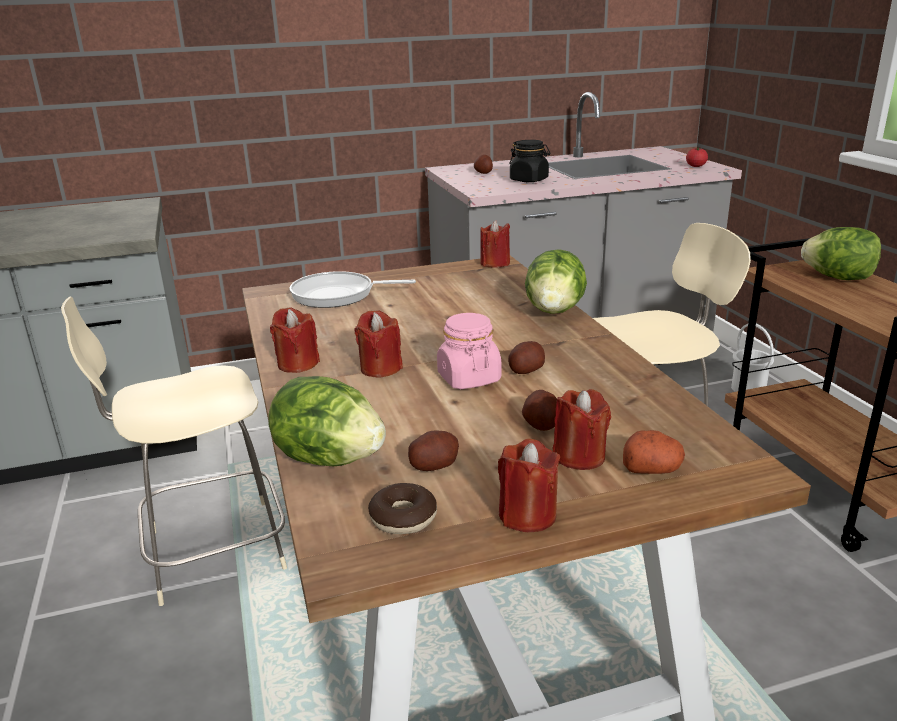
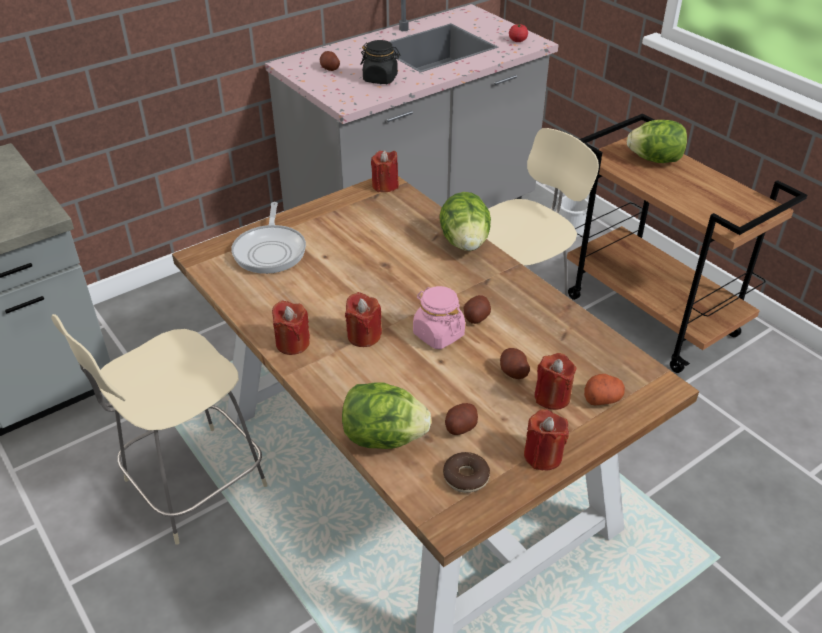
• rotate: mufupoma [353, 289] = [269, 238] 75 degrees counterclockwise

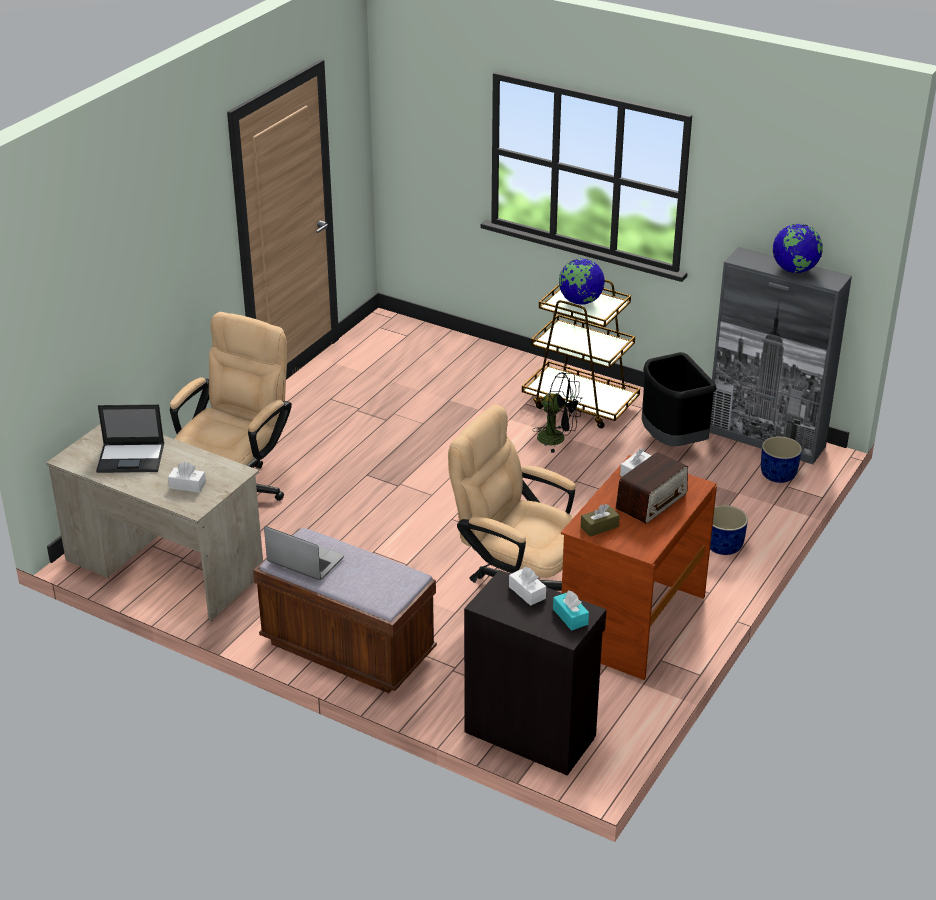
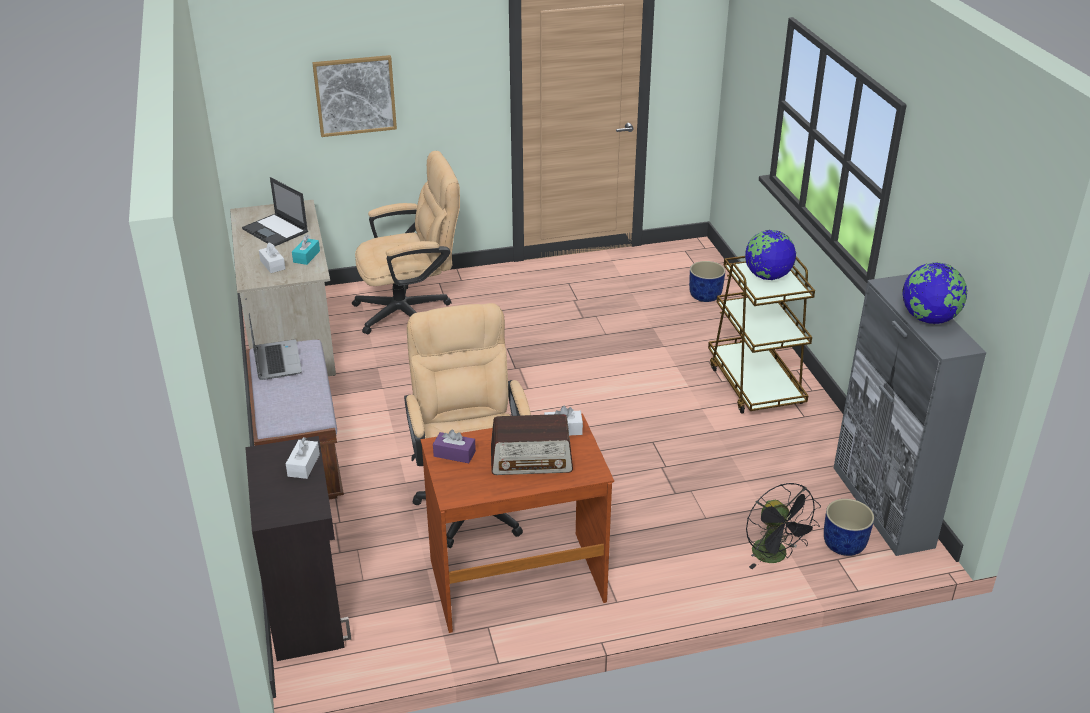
• delete: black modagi [679, 399]
• move: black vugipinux [557, 412] to [783, 526]
• recolor: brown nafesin [600, 520] to purple nafesin [454, 446]
• move: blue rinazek [729, 530] to [707, 281]
• move: turquoise nafesin [571, 610] to [306, 250]
• insert: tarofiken [354, 96]

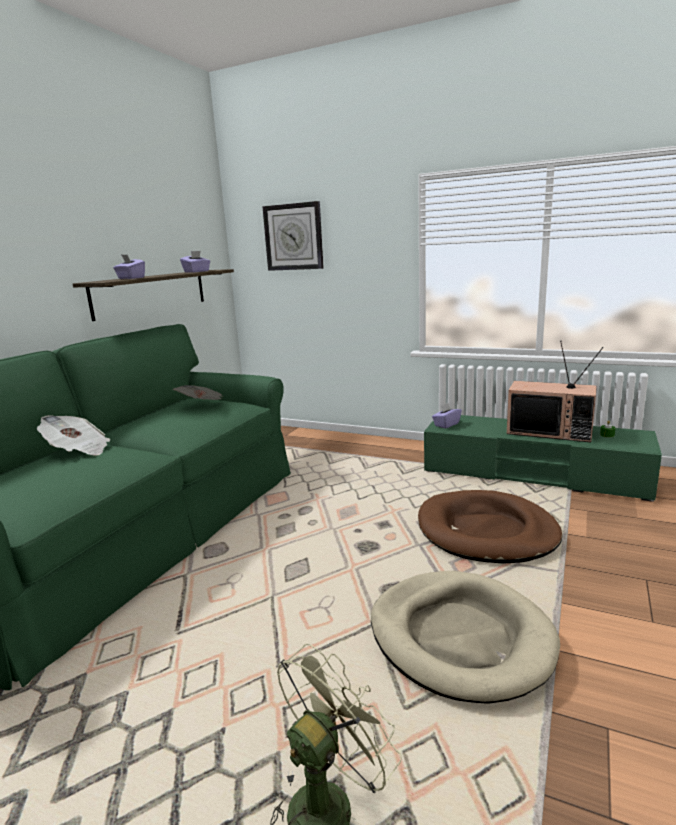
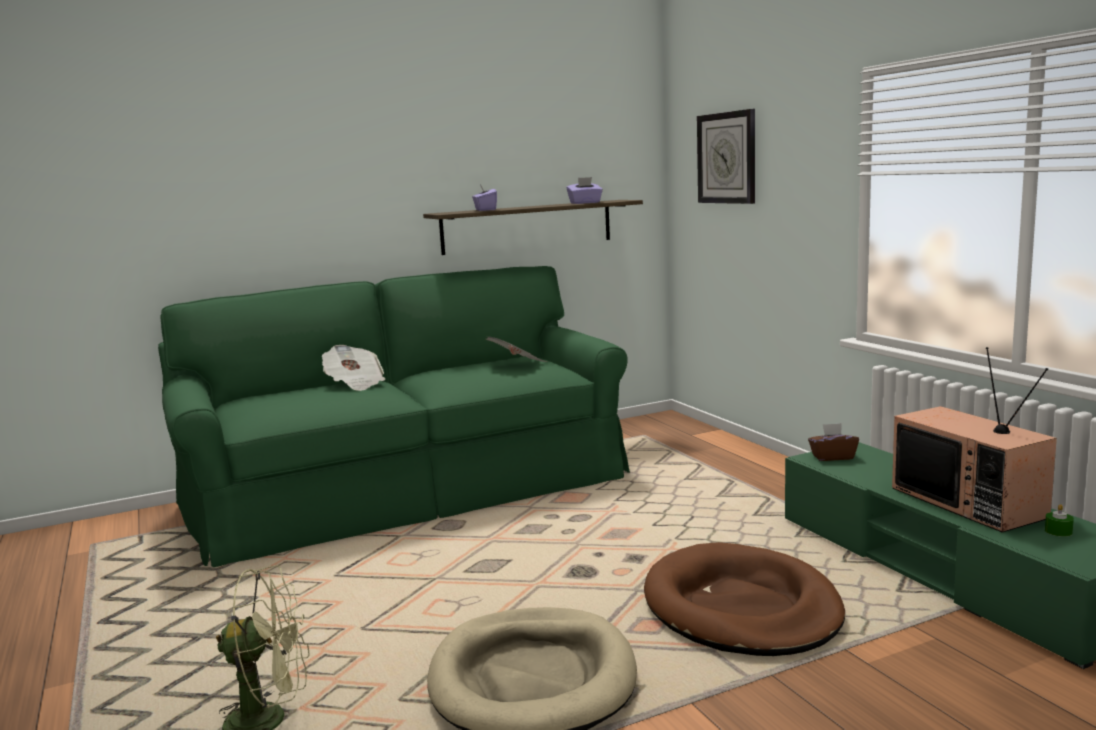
• recolor: purple nafesin [447, 416] to brown nafesin [833, 442]

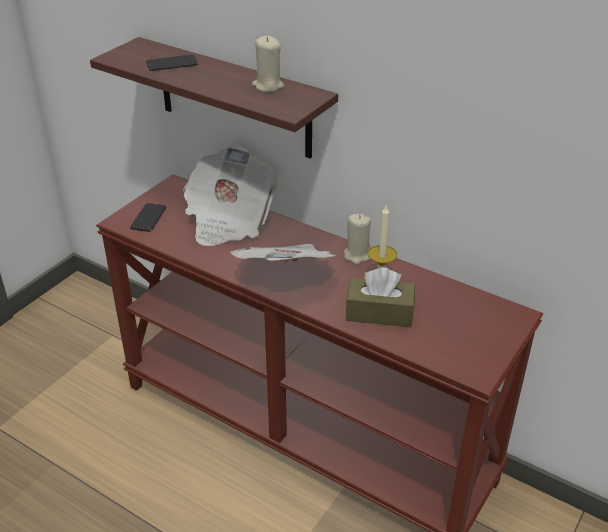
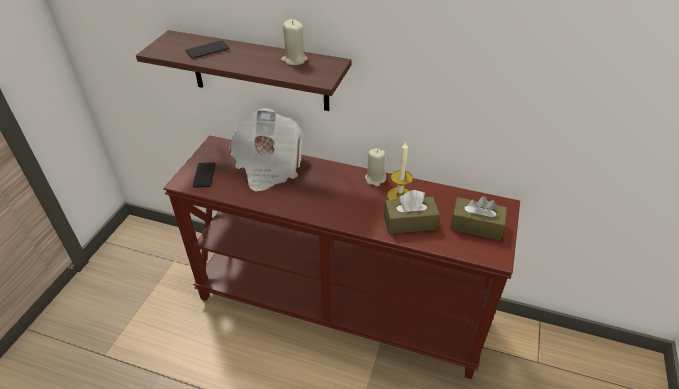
• delete: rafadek [284, 253]
• insert: brown nafesin [478, 218]

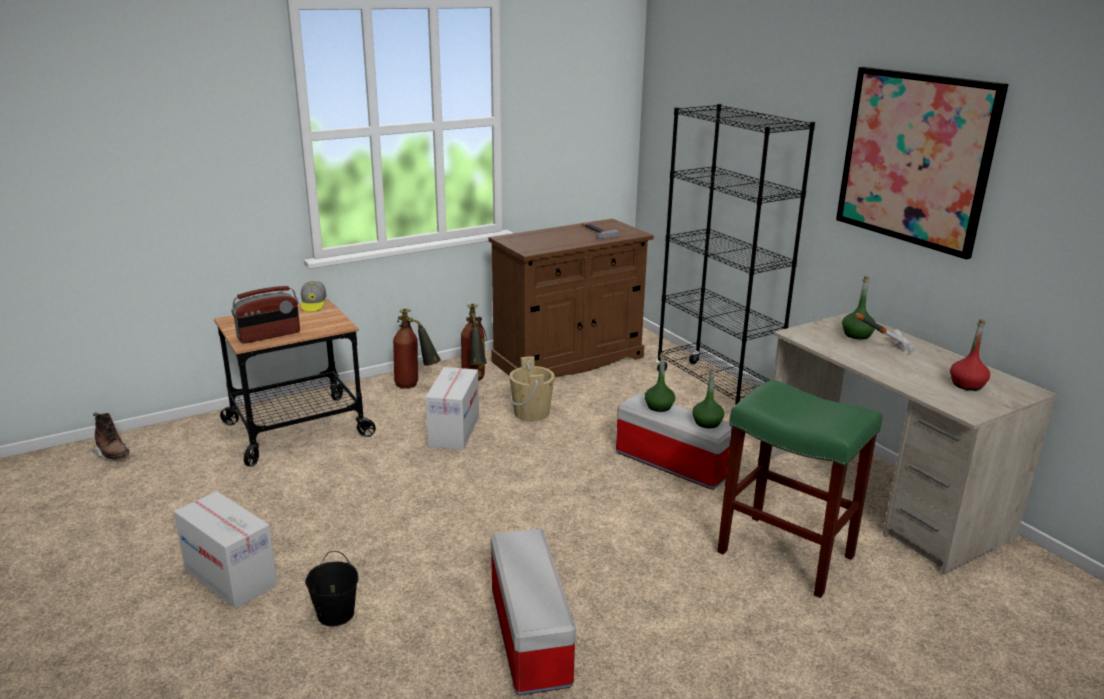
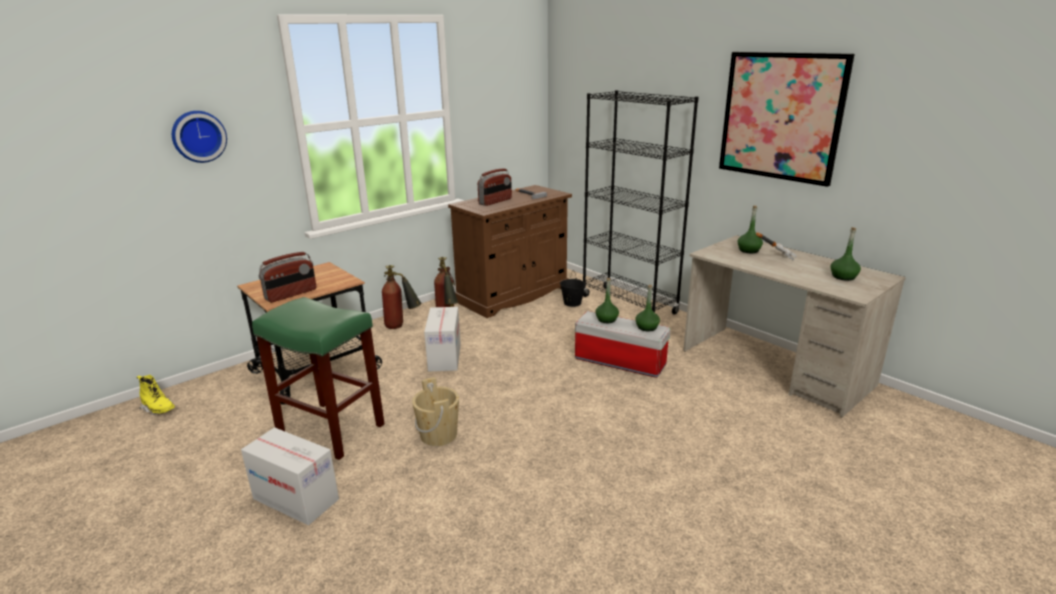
• delete: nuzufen [313, 296]
• recolor: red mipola [970, 355] to green mipola [846, 254]
• move: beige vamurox [532, 388] to [435, 411]
• move: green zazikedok [799, 488] to [318, 378]
• recolor: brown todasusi [110, 436] to yellow todasusi [155, 395]
• delete: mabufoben [533, 611]
• move: black vamurox [332, 588] to [573, 288]
• insert: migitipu [199, 137]
• insert: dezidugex [495, 187]

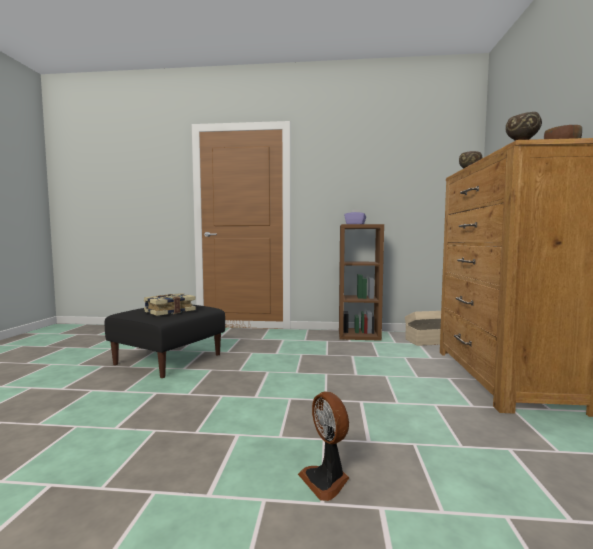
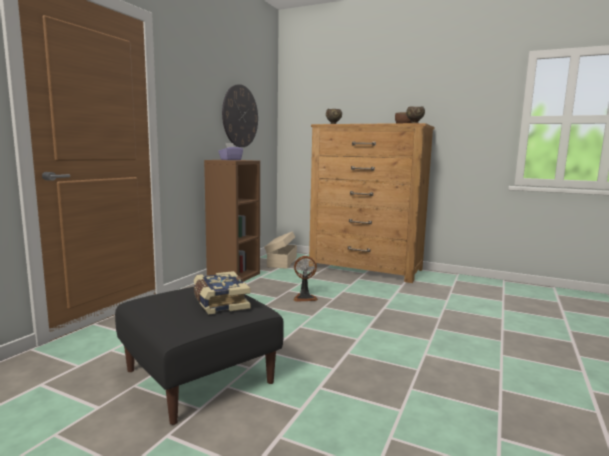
• move: vugipinux [323, 446] to [306, 279]
• insert: migitipu [240, 115]

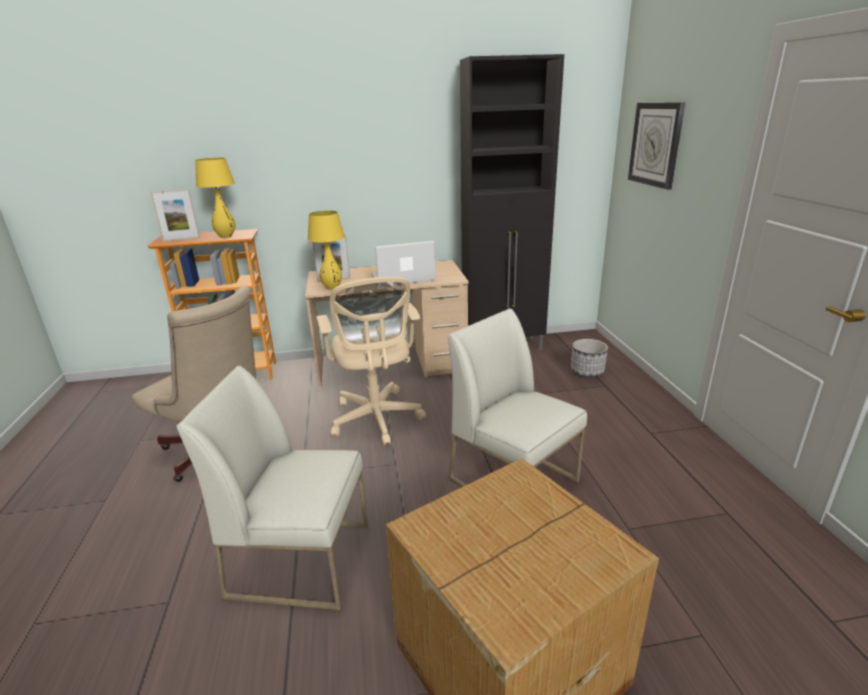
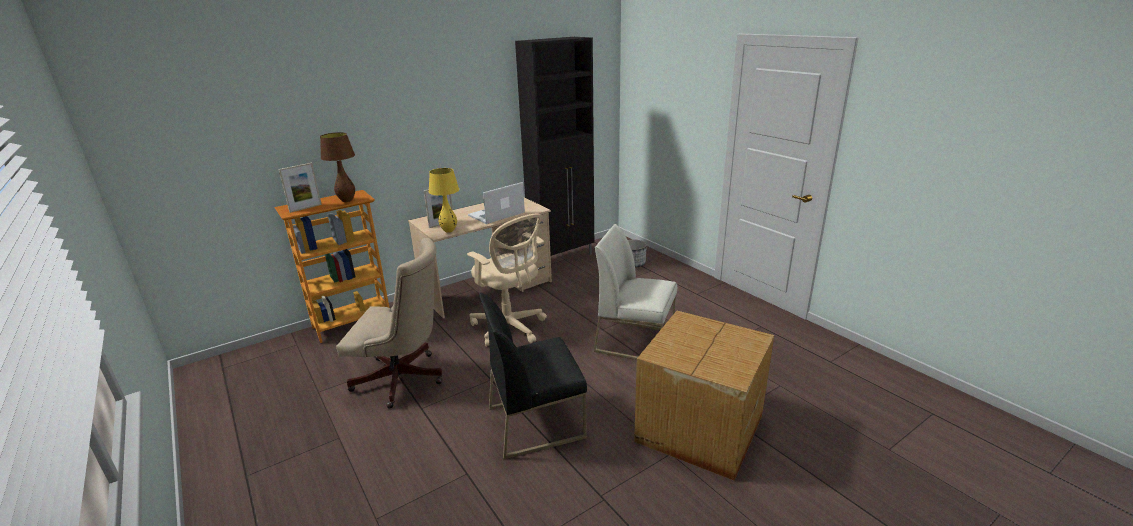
• delete: migitipu [656, 146]
• recolor: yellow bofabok [215, 197] to brown bofabok [337, 167]
• recolor: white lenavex [272, 488] to black lenavex [533, 376]

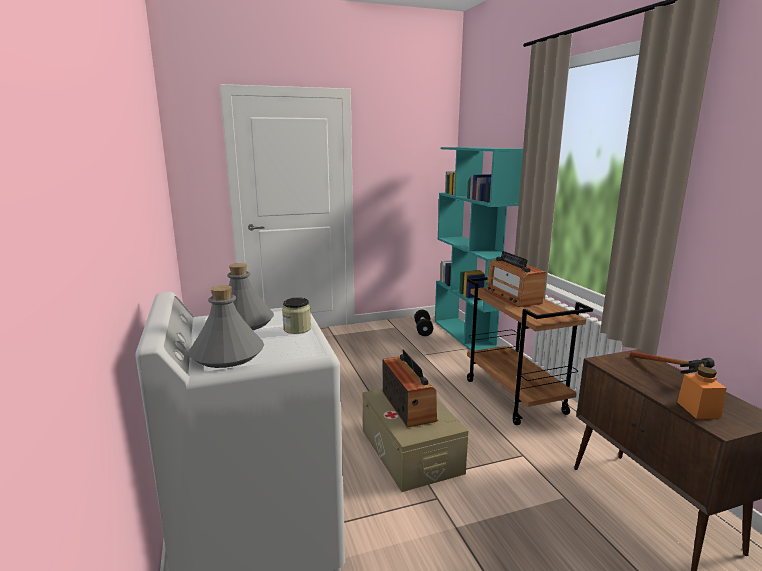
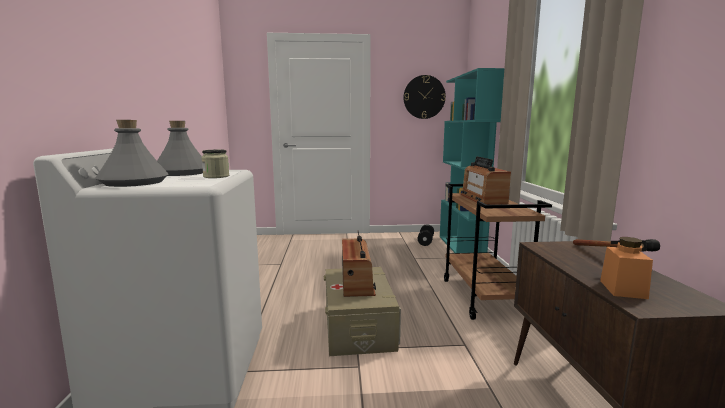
• insert: migitipu [424, 97]

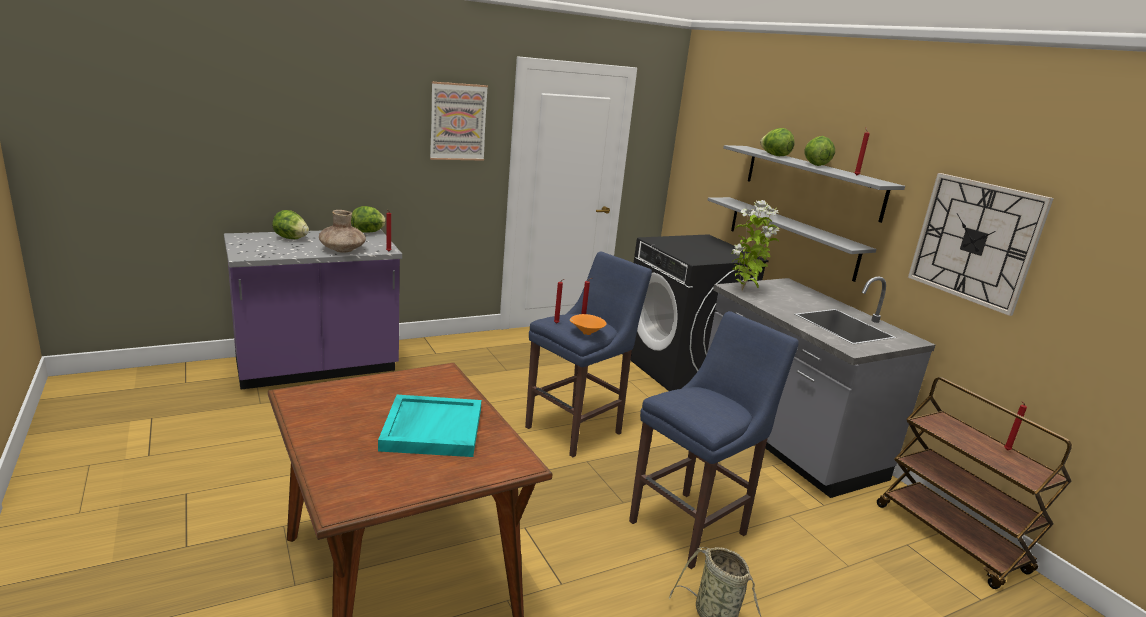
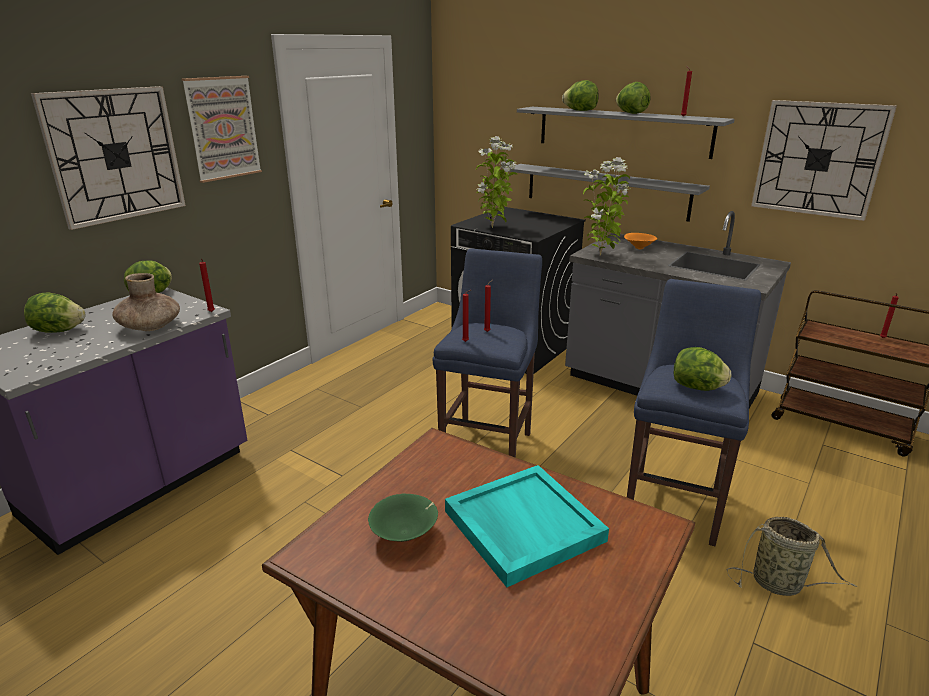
• move: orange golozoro [588, 324] to [640, 241]
• insert: migitipu [108, 158]
• insert: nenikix [497, 182]
• insert: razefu [702, 369]
• insert: green golozoro [403, 518]

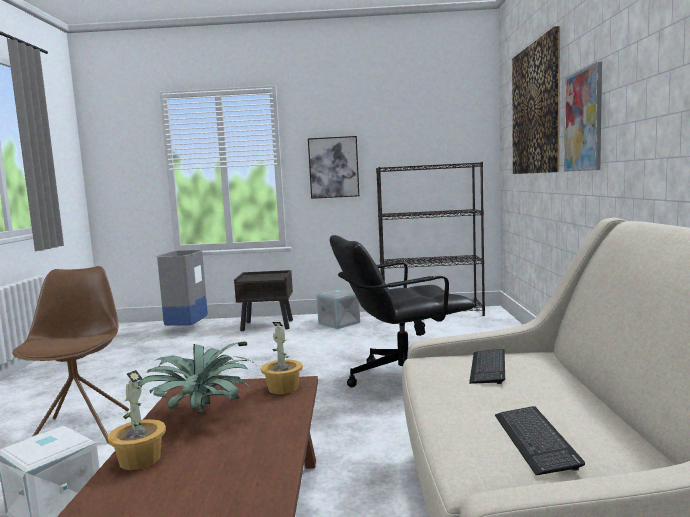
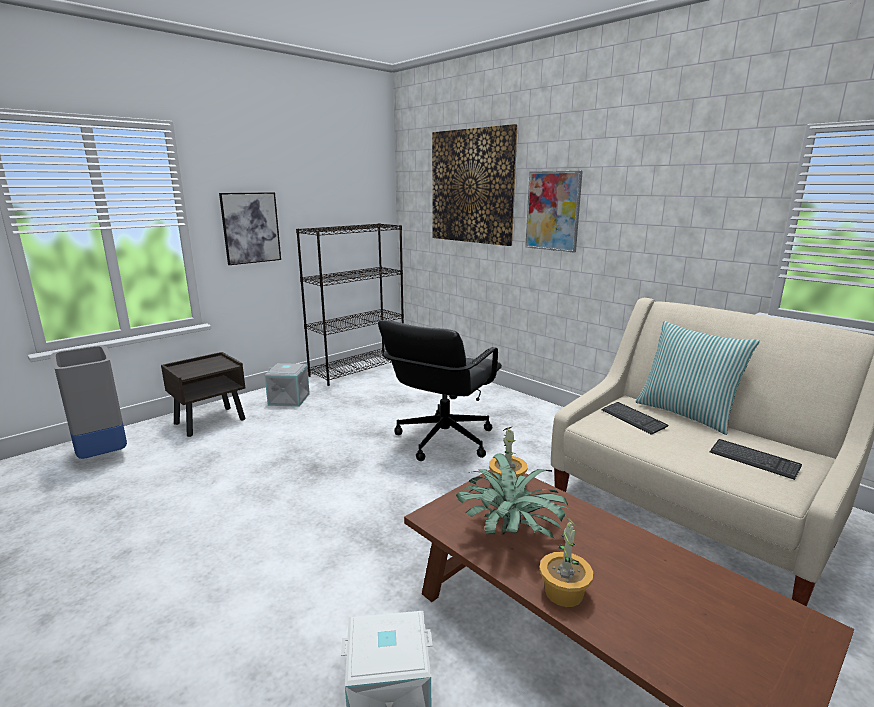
• delete: brown lenavex [70, 354]
• insert: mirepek [697, 378]

